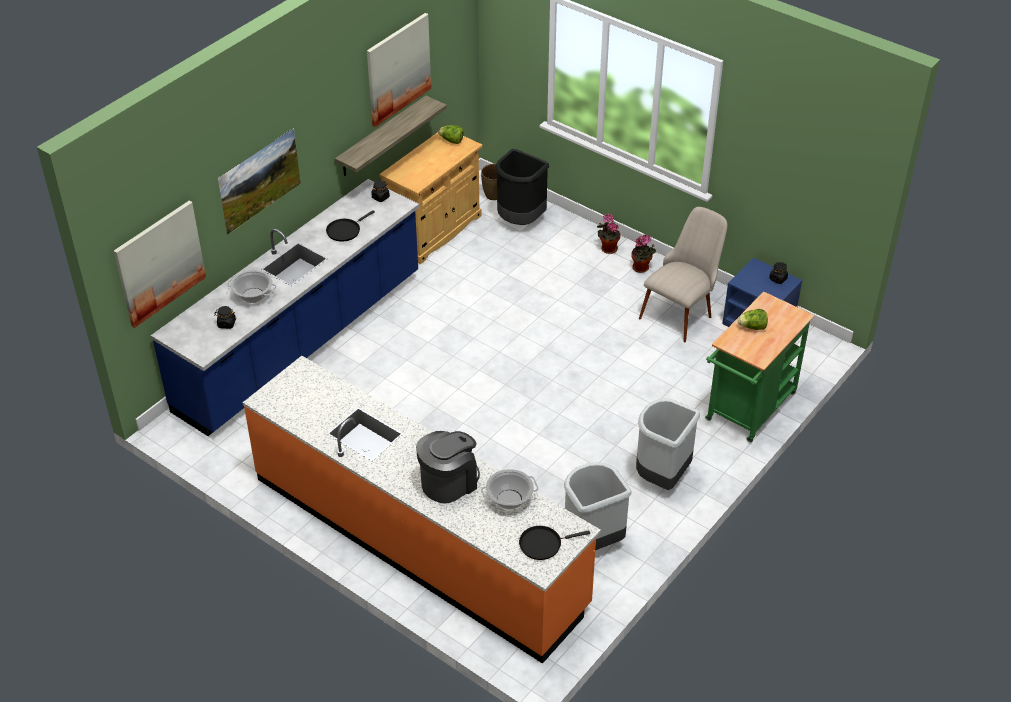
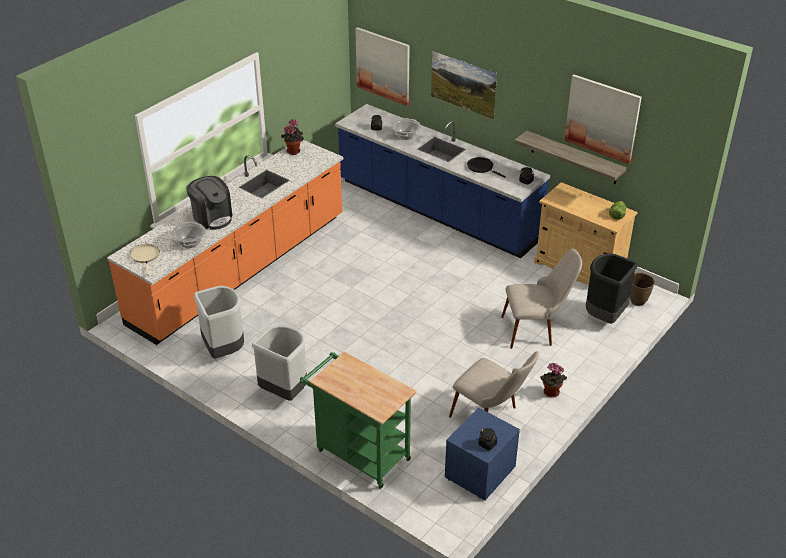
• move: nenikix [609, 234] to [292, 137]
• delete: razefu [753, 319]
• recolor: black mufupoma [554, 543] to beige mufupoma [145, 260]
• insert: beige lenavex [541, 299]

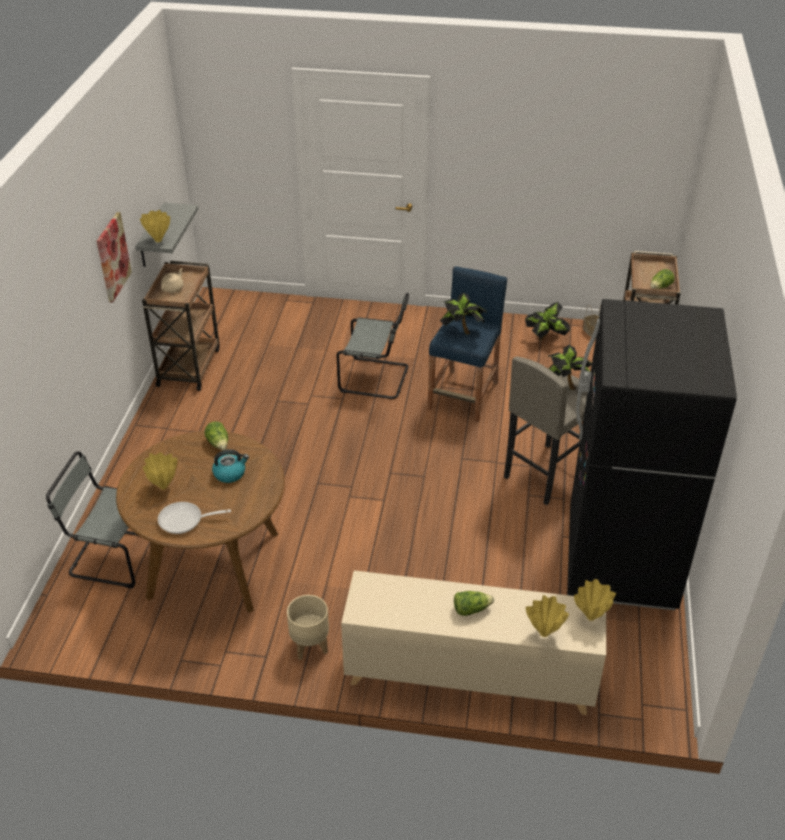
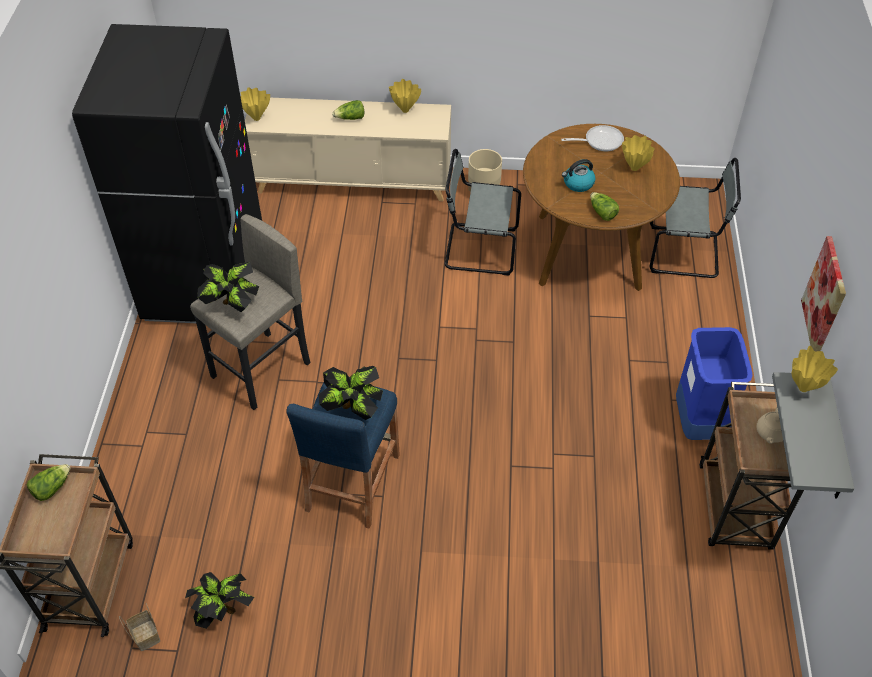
• move: grey lenavex [373, 346] to [483, 212]
• move: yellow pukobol [547, 616] to [405, 96]
• insert: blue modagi [714, 383]

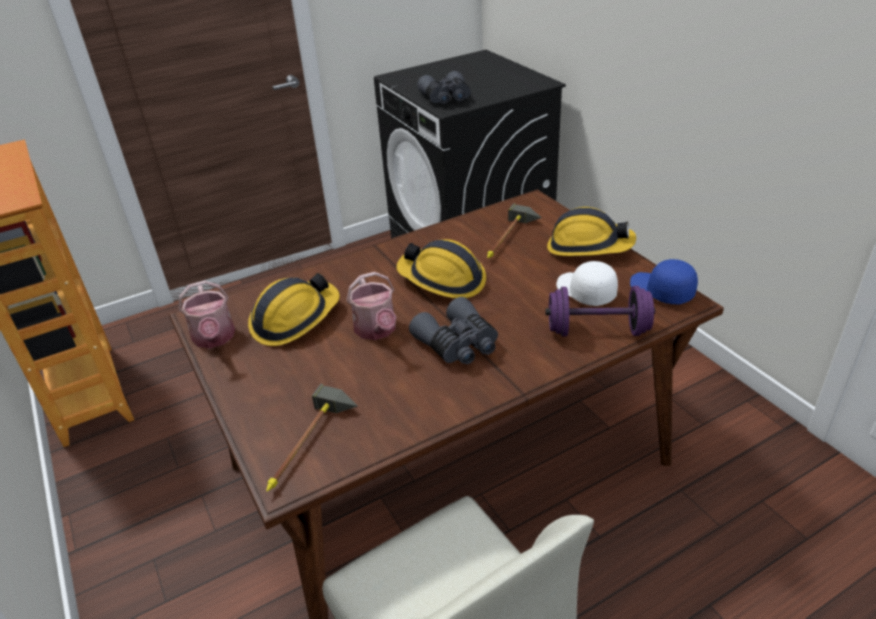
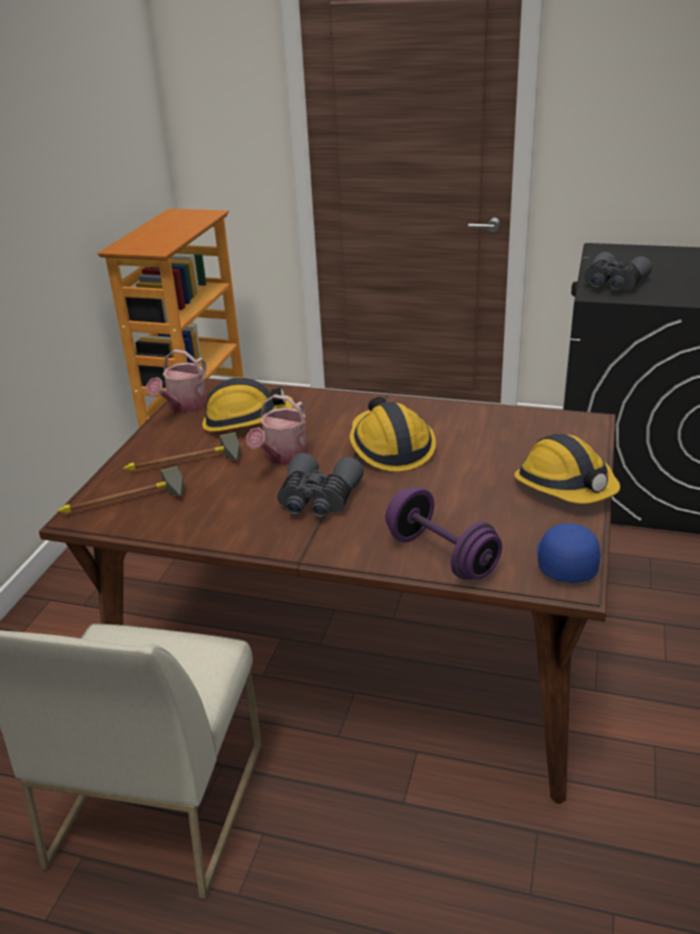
• move: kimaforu [514, 230] to [181, 451]
• delete: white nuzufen [587, 283]

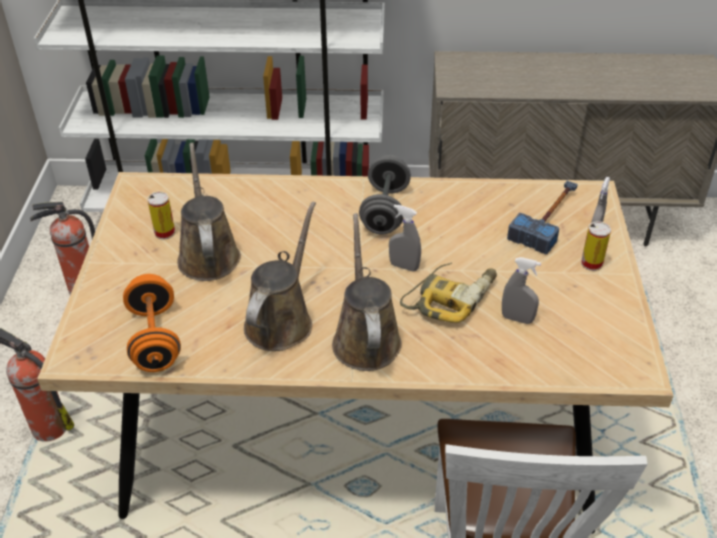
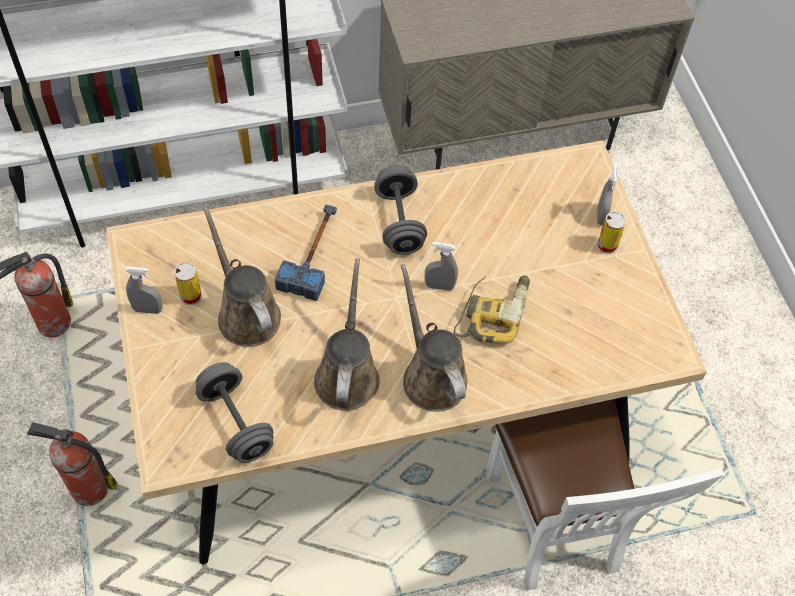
• move: kimaforu [542, 217] to [306, 252]
• move: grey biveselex [521, 290] to [144, 290]
• recolor: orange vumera [152, 323] to grey vumera [235, 412]

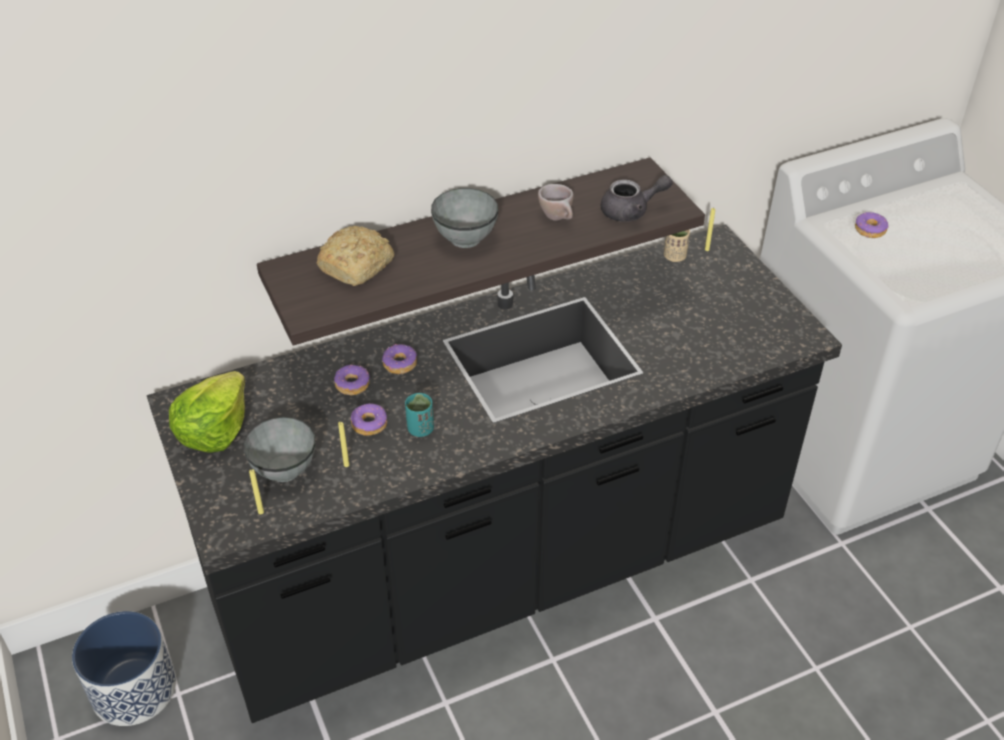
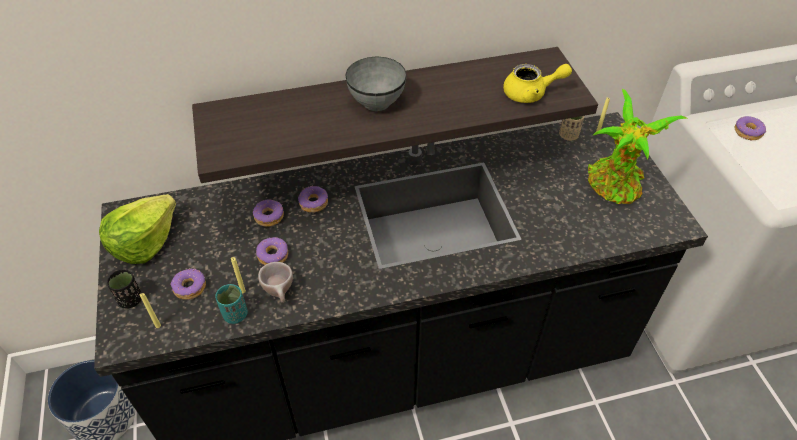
• recolor: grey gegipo [637, 198] to yellow gegipo [537, 83]
• move: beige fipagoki [556, 202] to [275, 282]
• delete: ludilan [356, 256]
• move: turquoise fipagoki [419, 415] to [231, 304]
• replace: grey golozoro [279, 449] to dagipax [188, 284]
• insert: nenikix [637, 146]
• insert: black fipagoki [124, 288]

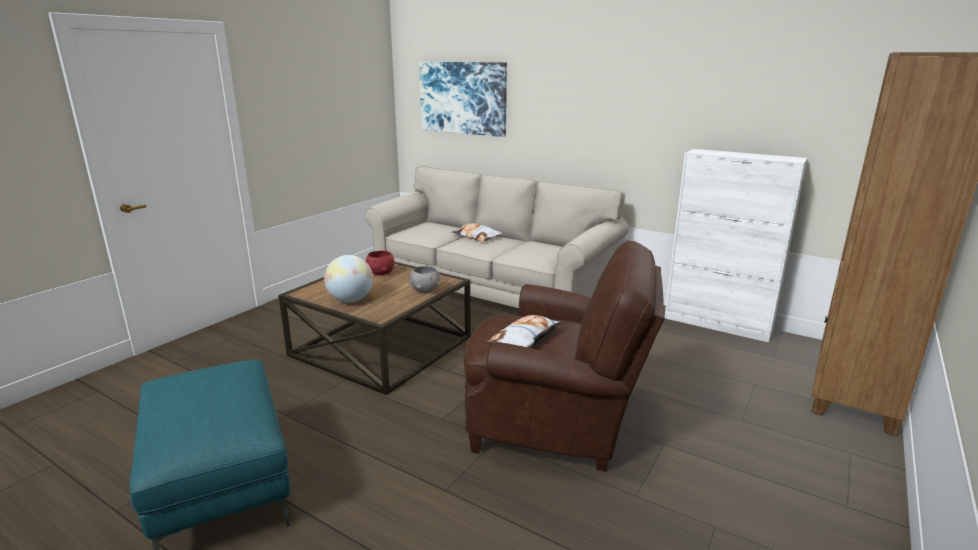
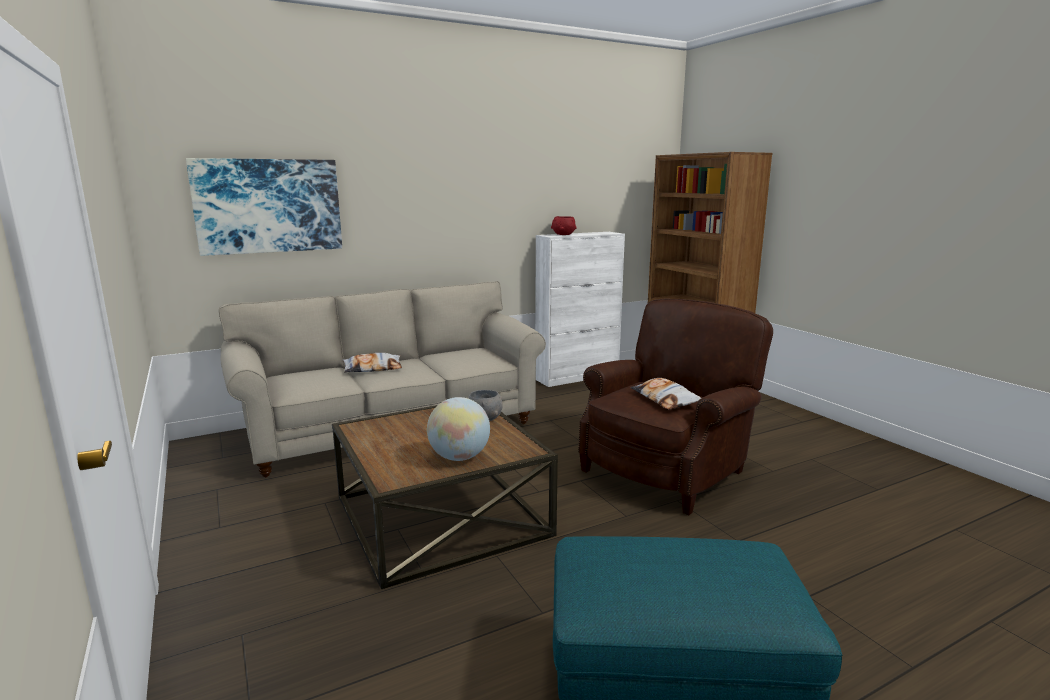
• move: red golozoro [380, 262] to [564, 225]

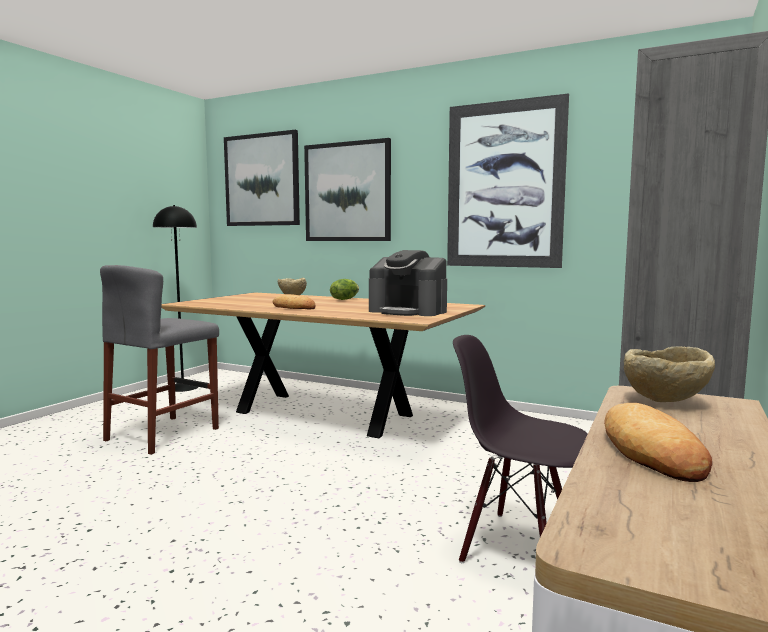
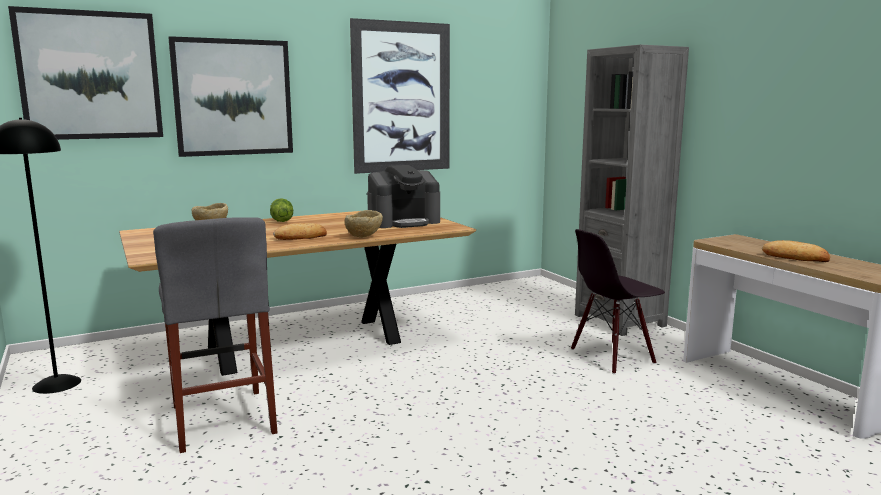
• move: beige golozoro [669, 374] to [364, 224]

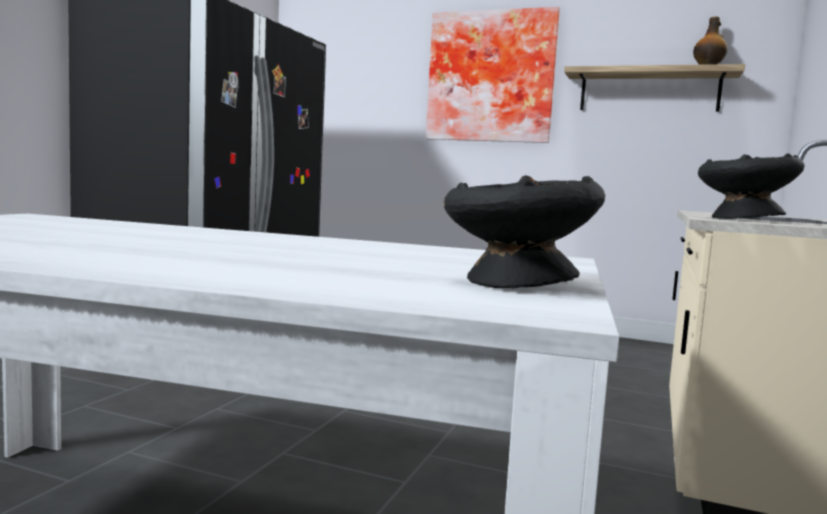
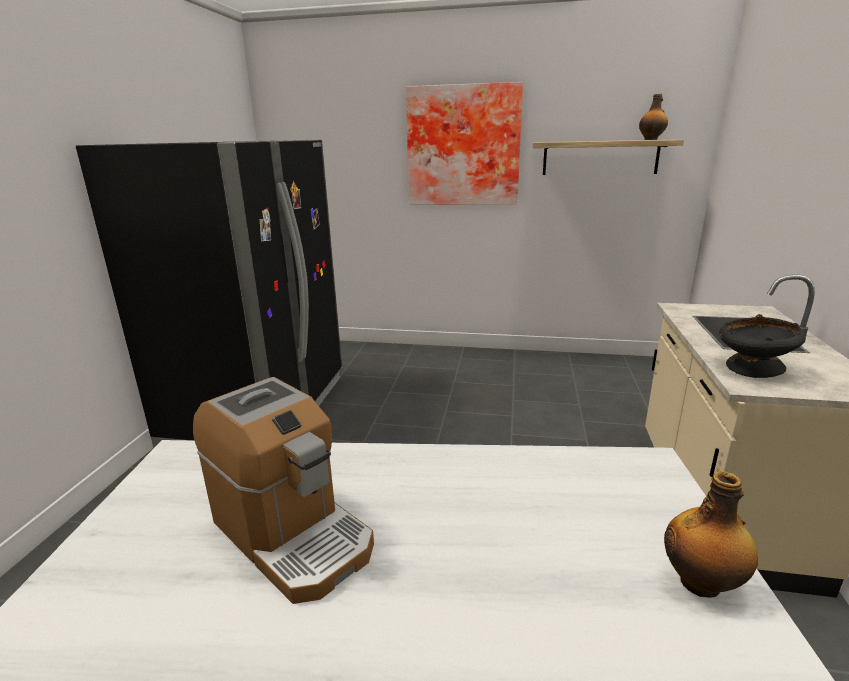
• replace: black golozoro [524, 231] to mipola [711, 534]
• insert: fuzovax [283, 490]

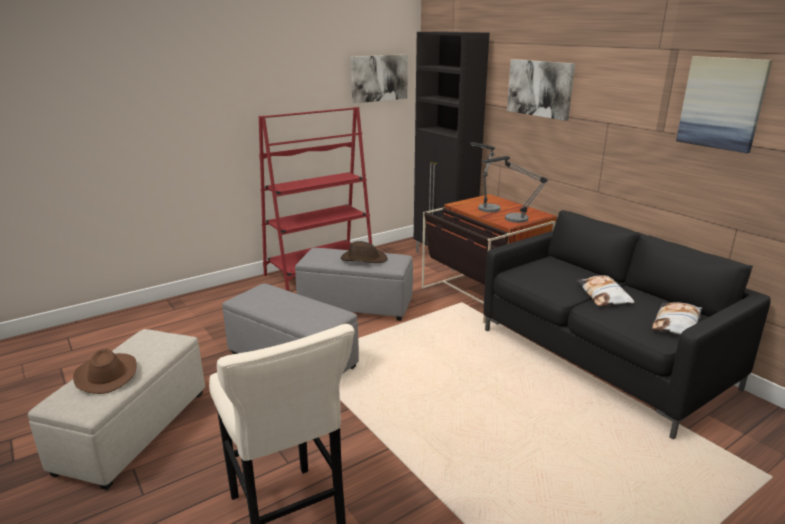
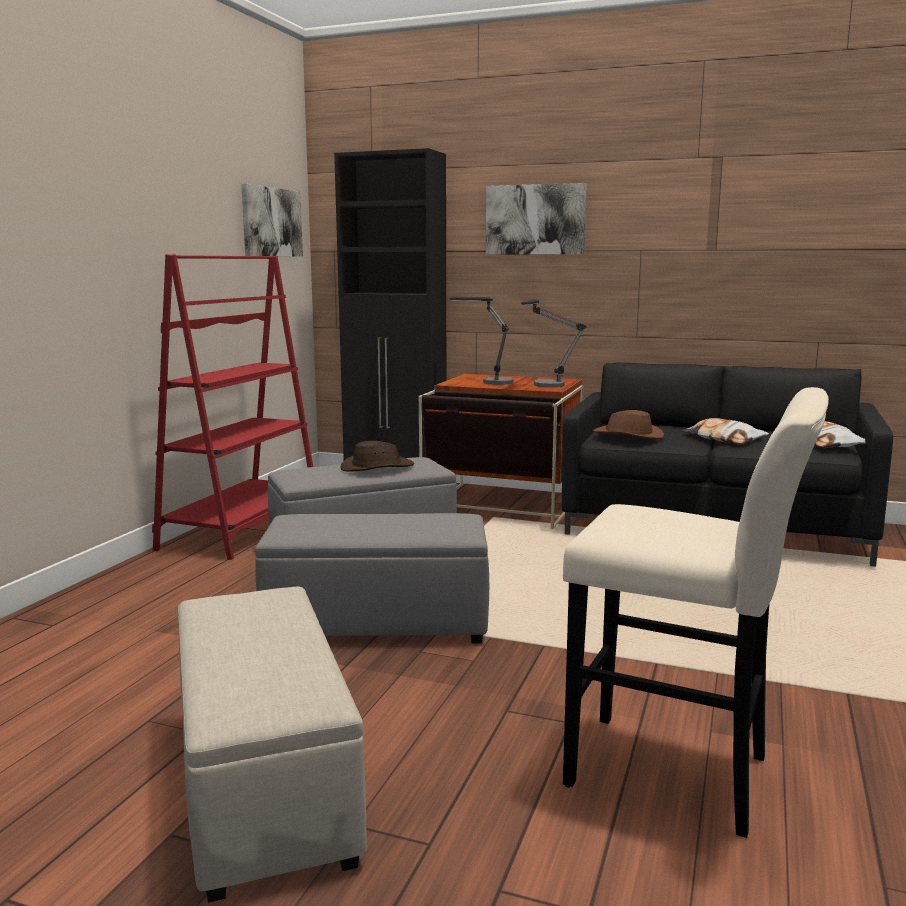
• delete: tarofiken [724, 104]
• move: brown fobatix [105, 371] to [628, 424]

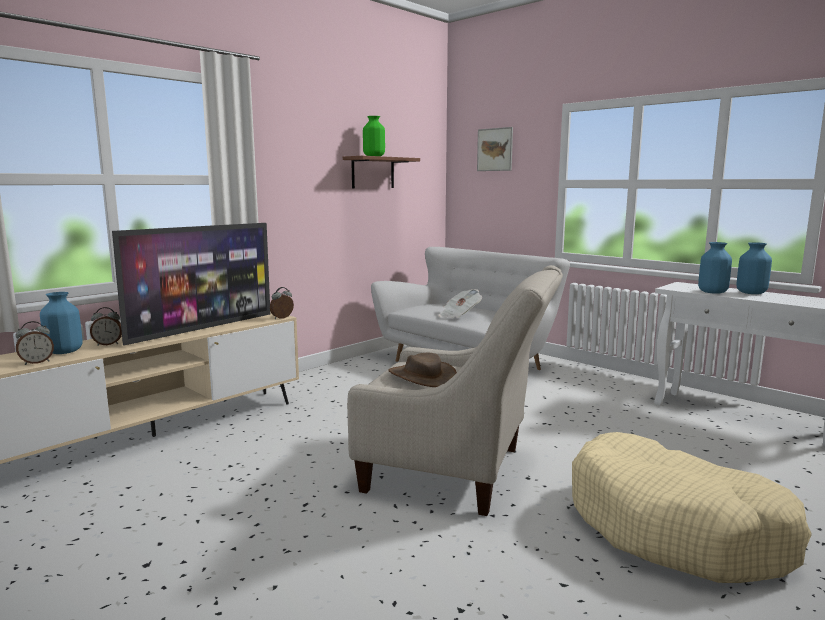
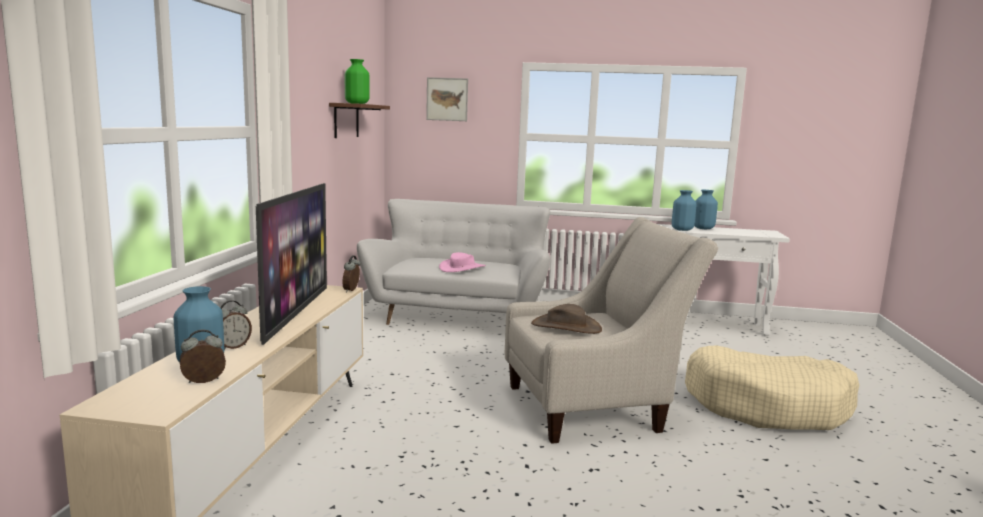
• replace: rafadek [460, 303] to pink fobatix [462, 262]
• rotate: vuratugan [35, 343] = [203, 356] 135 degrees counterclockwise

